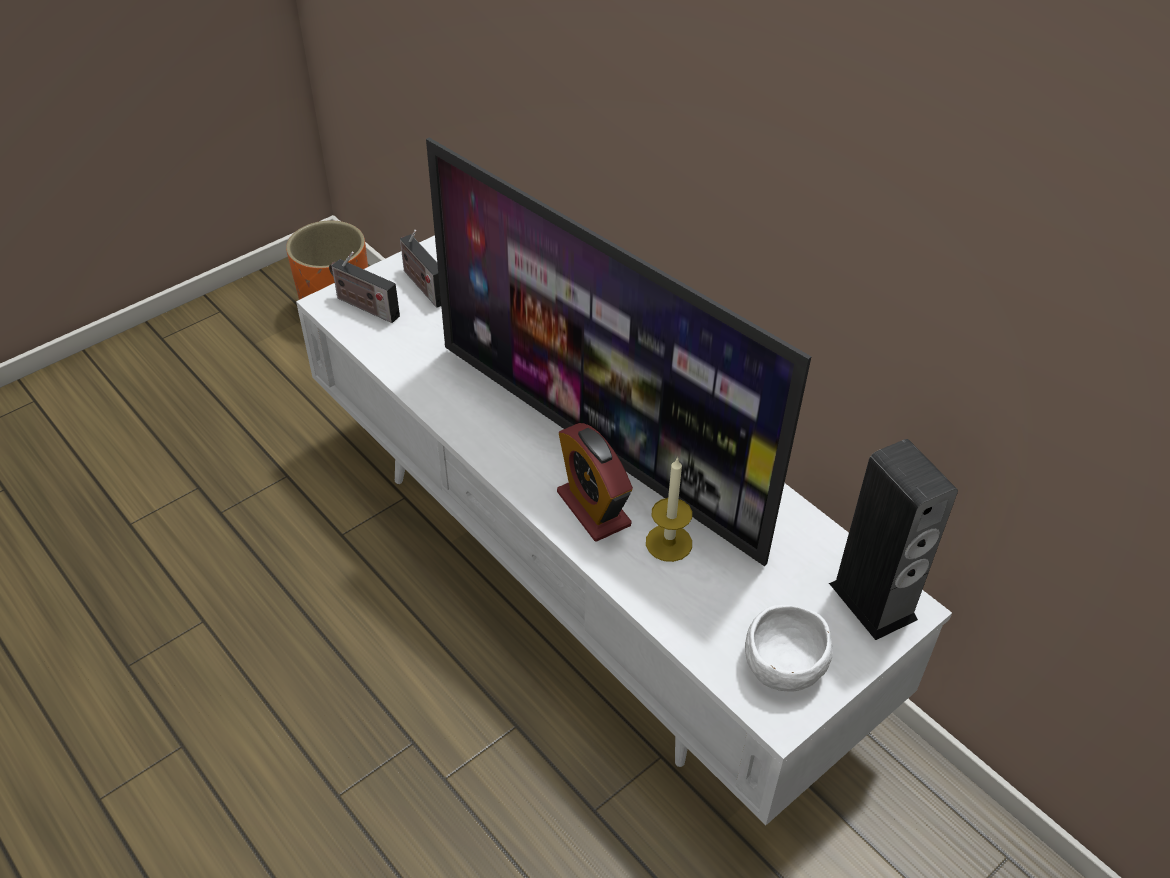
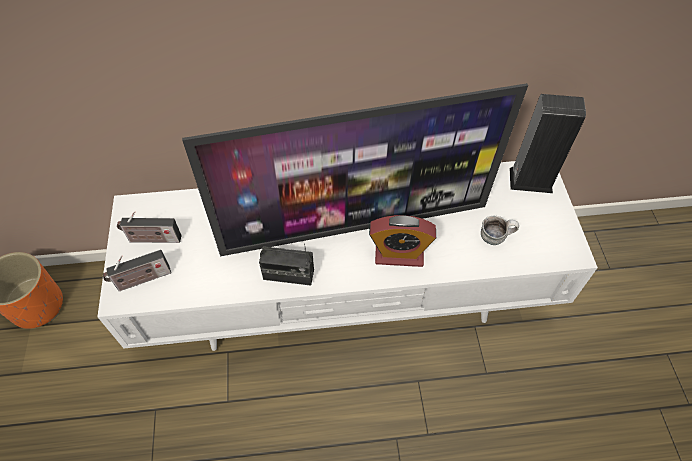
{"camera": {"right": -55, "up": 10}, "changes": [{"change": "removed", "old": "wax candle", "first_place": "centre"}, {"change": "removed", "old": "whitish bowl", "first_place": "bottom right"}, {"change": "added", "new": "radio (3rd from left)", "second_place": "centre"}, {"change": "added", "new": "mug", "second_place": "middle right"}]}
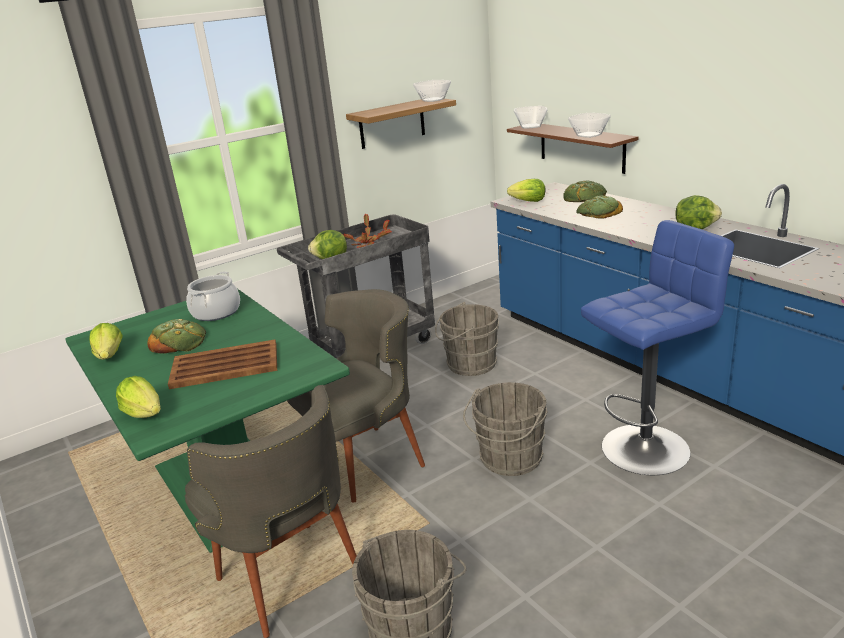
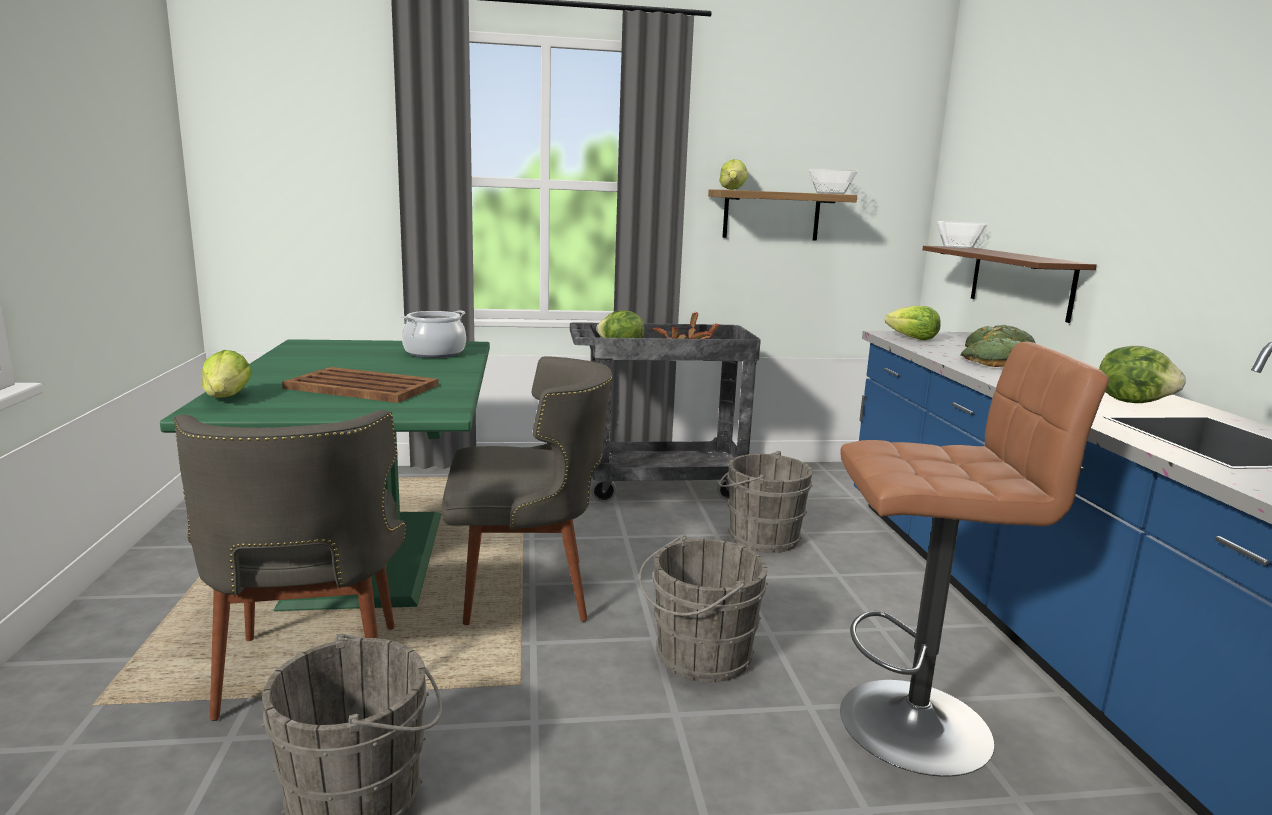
{"camera": {"right": 25, "up": -10}, "changes": [{"change": "moved", "old": "lettuce head (1st from left in the first image)", "new": "lettuce head (3rd from left)", "first_place": "middle left", "second_place": "top centre"}, {"change": "removed", "old": "bakery bread (1st from left)", "first_place": "middle left"}, {"change": "removed", "old": "bowl (3rd from left)", "first_place": "top right"}, {"change": "recoloured", "old": "blue stool", "new": "brownish stool", "first_place": "middle right", "second_place": "bottom right"}]}
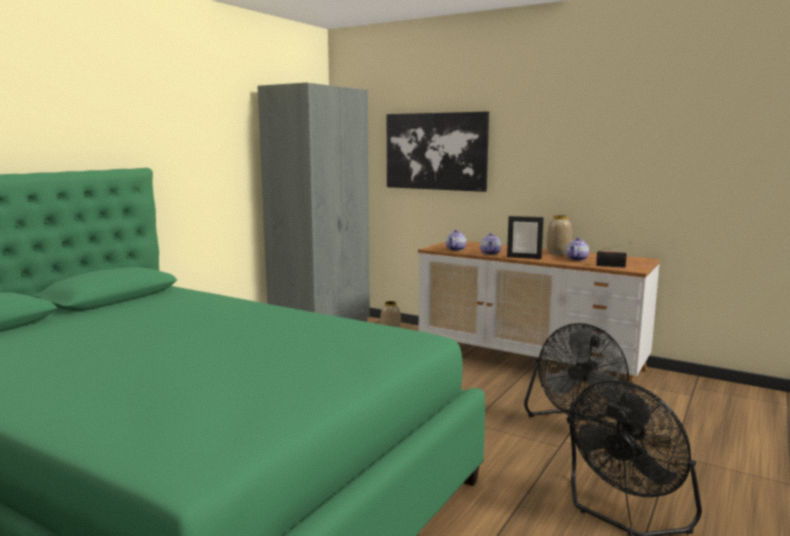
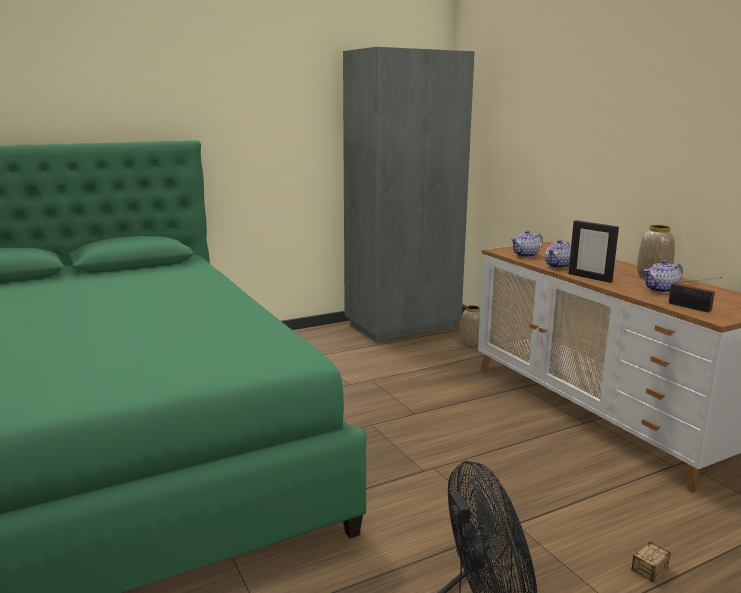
{"camera": {"right": 30, "up": 5}, "changes": [{"change": "removed", "old": "picture", "first_place": "top centre"}, {"change": "removed", "old": "black electric fan (1st from left)", "first_place": "bottom right"}]}
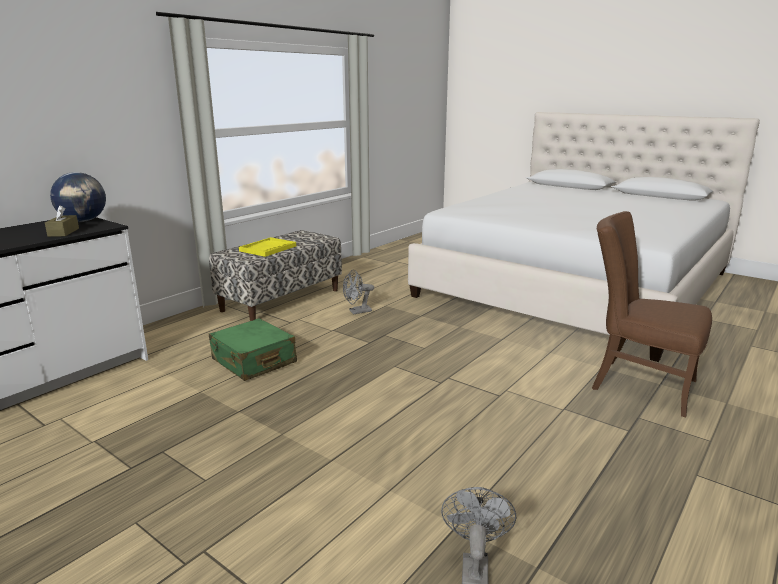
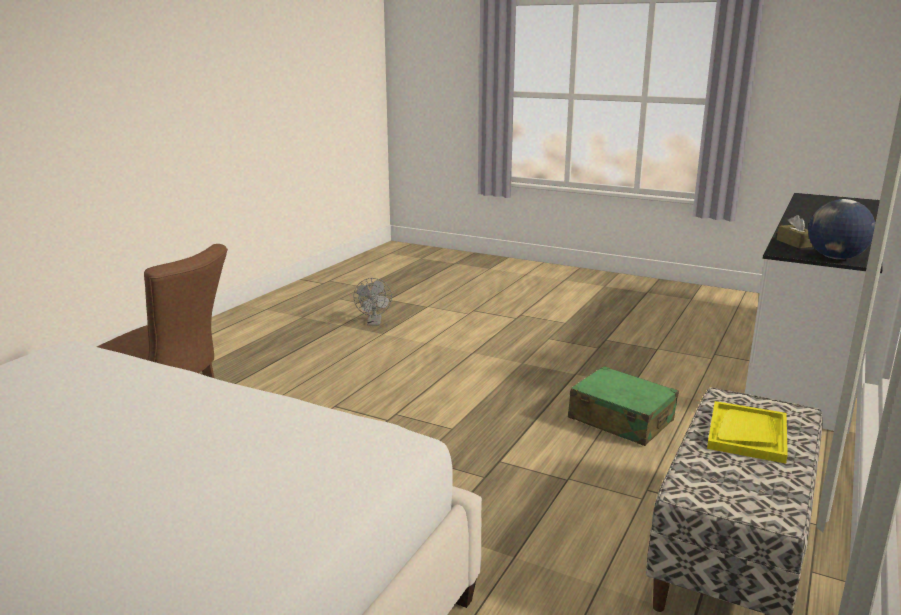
{"camera": {"right": 170, "up": 0}, "changes": [{"change": "removed", "old": "grey electric fan (1st from left)", "first_place": "centre"}]}
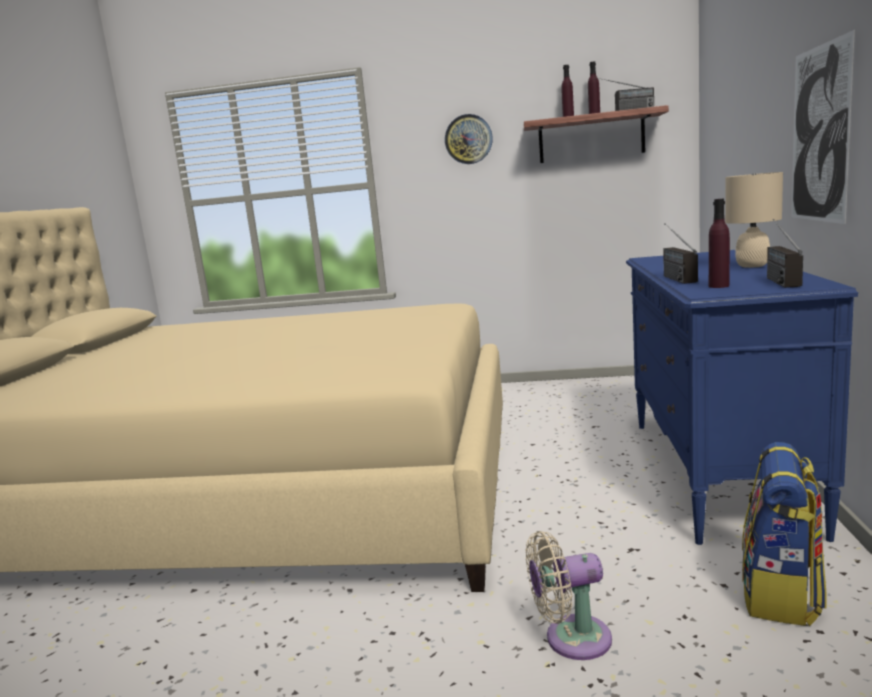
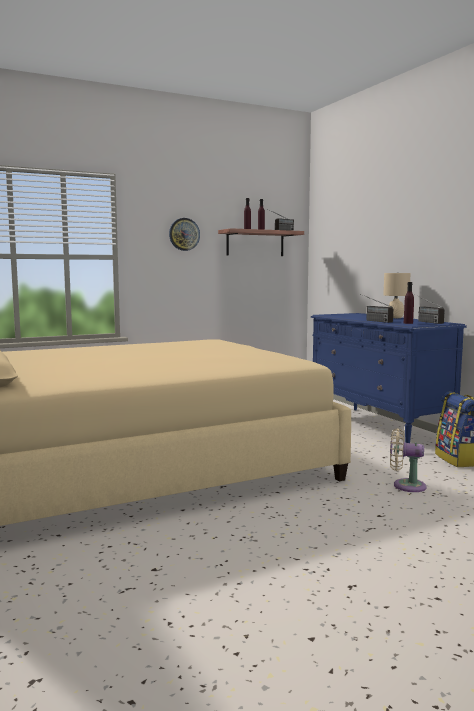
{"camera": {"right": -35, "up": -5}, "changes": [{"change": "turned", "old": "beige electric fan", "first_place": "bottom centre", "second_place": "middle right", "degrees": 60}, {"change": "removed", "old": "picture", "first_place": "top right"}]}
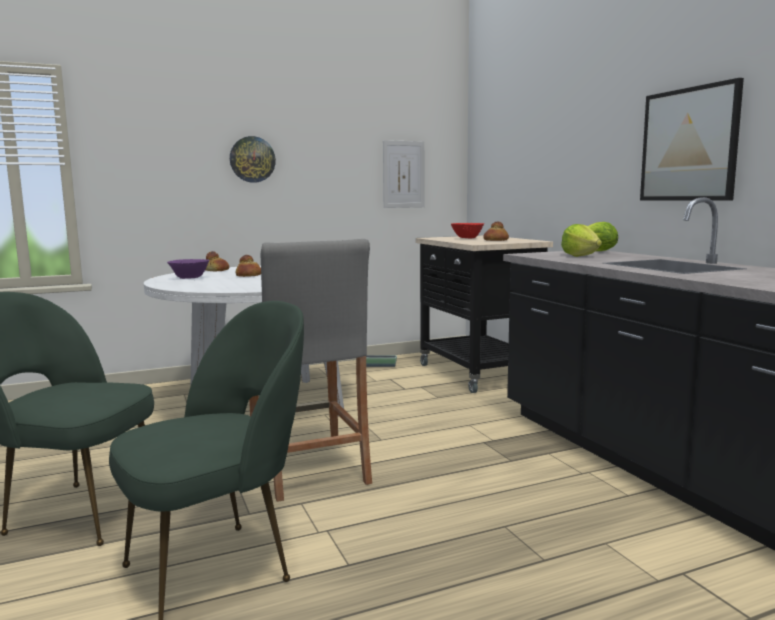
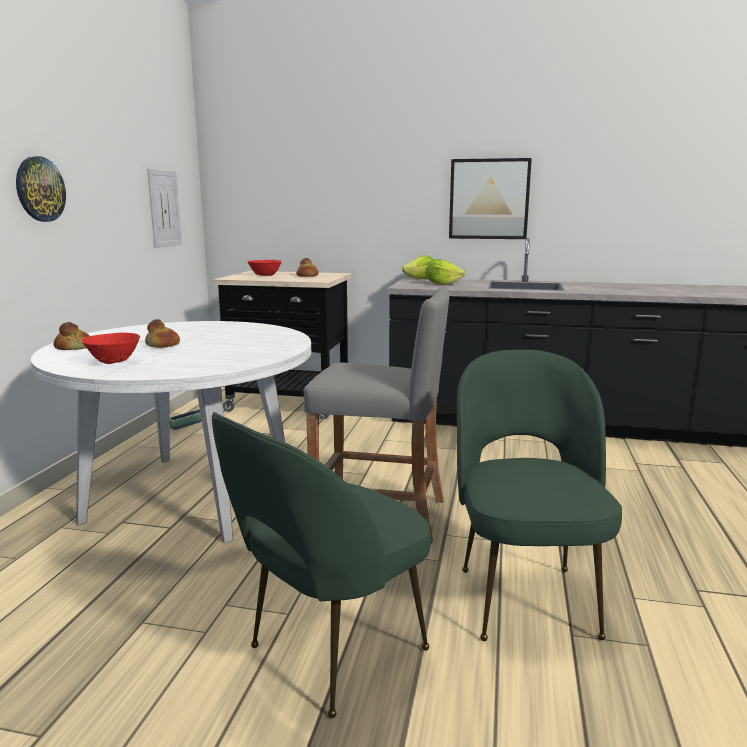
{"camera": {"right": -55, "up": 5}, "changes": [{"change": "recoloured", "old": "purple-coloured bowl", "new": "red-coloured bowl (1st from left)", "first_place": "middle left", "second_place": "middle left"}]}
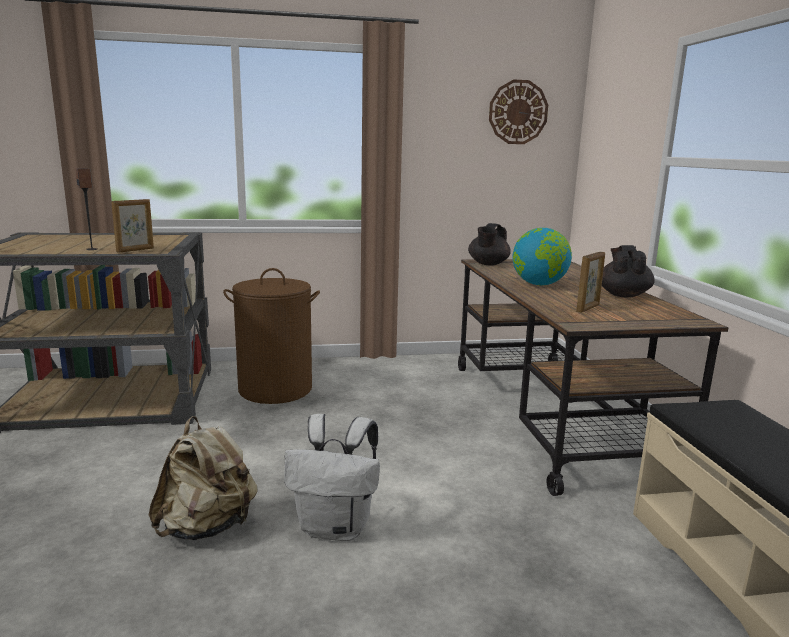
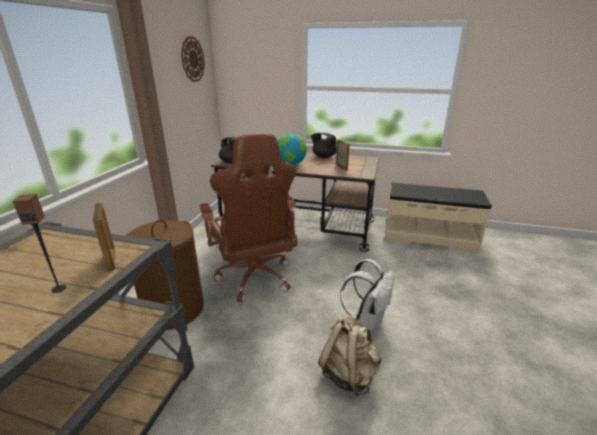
{"camera": {"right": -65, "up": 10}, "changes": [{"change": "added", "new": "brownish computer chair", "second_place": "centre"}]}
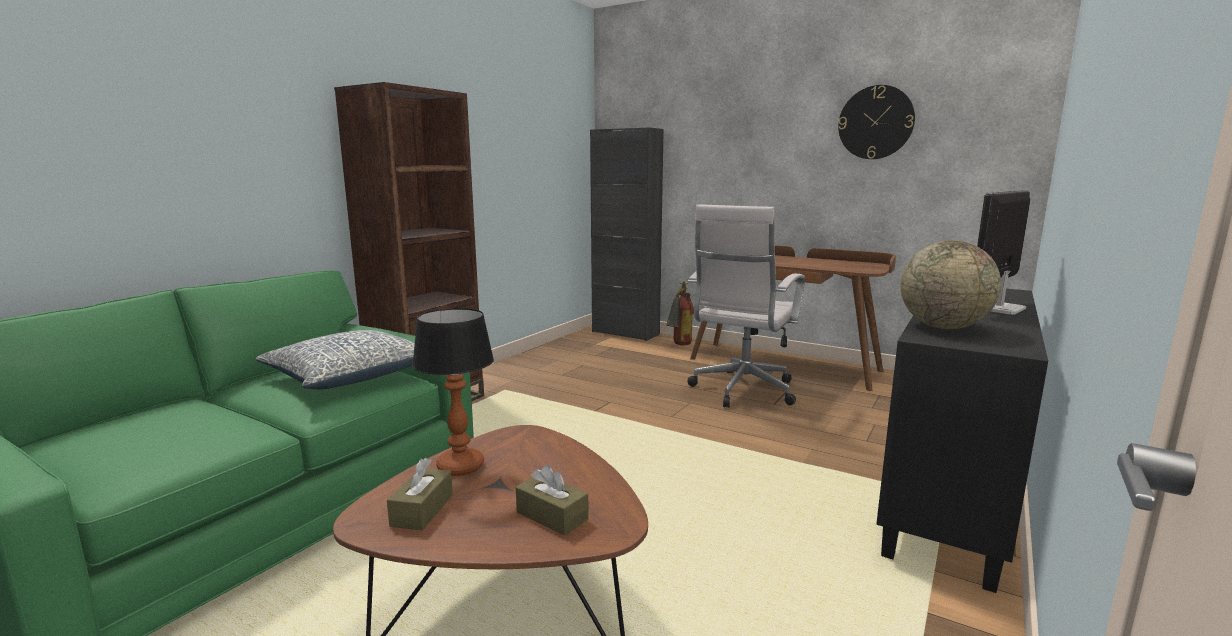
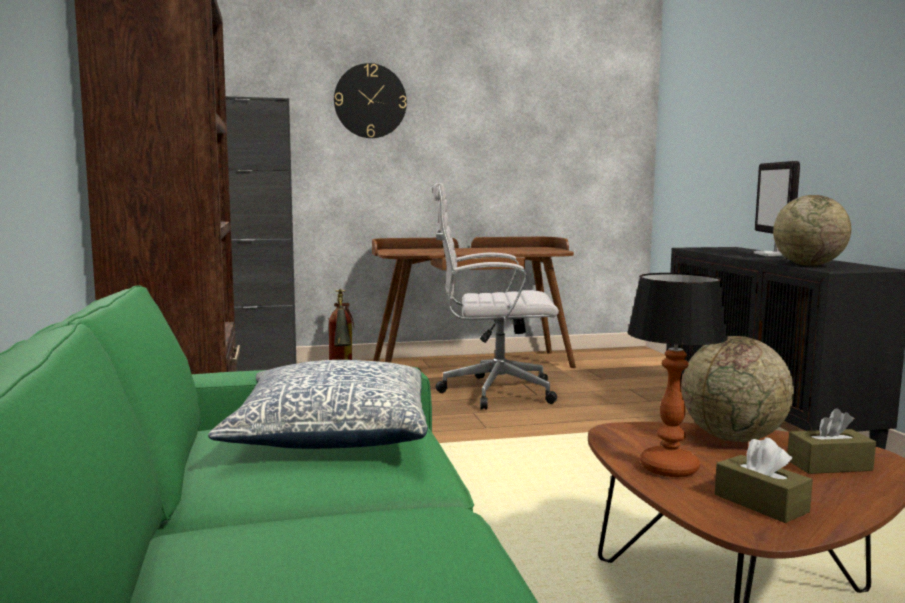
{"camera": {"right": -45, "up": -5}, "changes": [{"change": "turned", "old": "whitish computer chair", "first_place": "centre", "second_place": "centre", "degrees": 105}, {"change": "moved", "old": "clock on the wall", "first_place": "top right", "second_place": "top centre"}, {"change": "added", "new": "globe (1st from left)", "second_place": "middle right"}]}
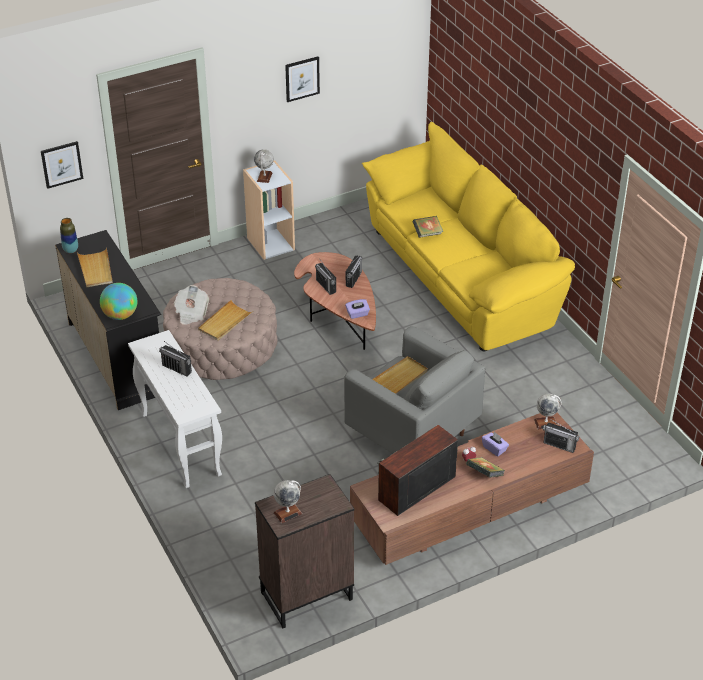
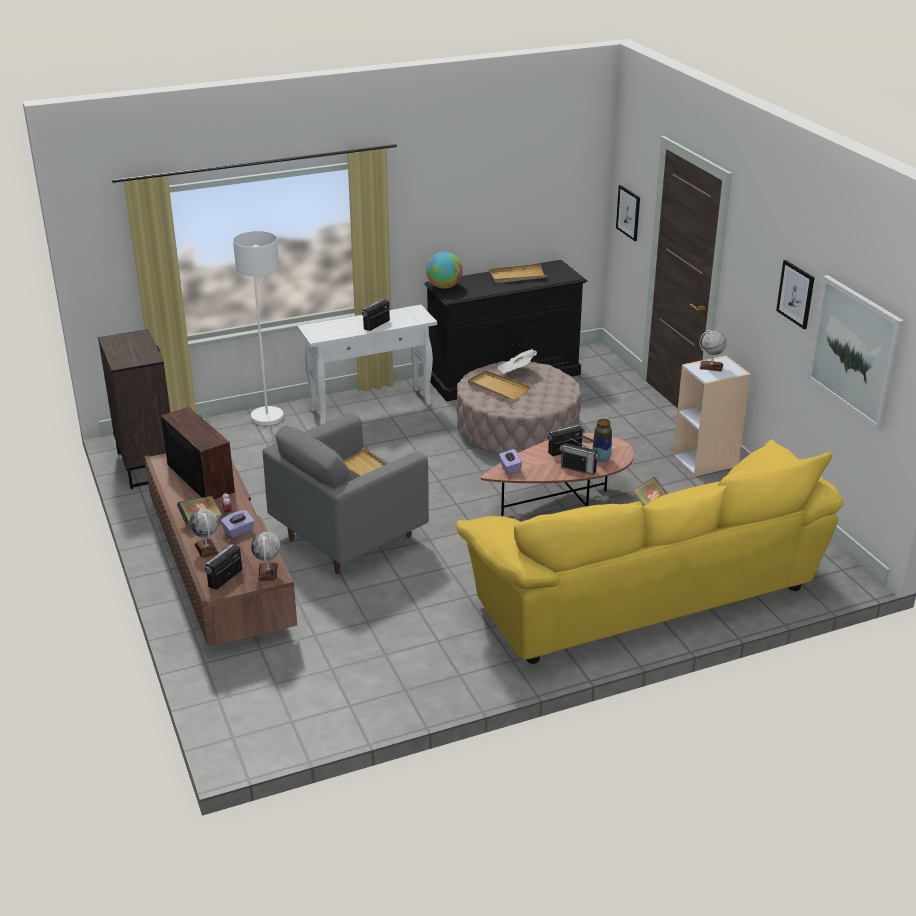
{"camera": {"right": 95, "up": -10}, "changes": [{"change": "moved", "old": "decorative vase", "first_place": "middle left", "second_place": "centre"}, {"change": "moved", "old": "globe (3rd from left in the first image)", "new": "globe (1st from left)", "first_place": "bottom centre", "second_place": "middle left"}, {"change": "added", "new": "whitish floor lamp", "second_place": "middle left"}, {"change": "added", "new": "picture (3rd from left)", "second_place": "middle right"}]}
